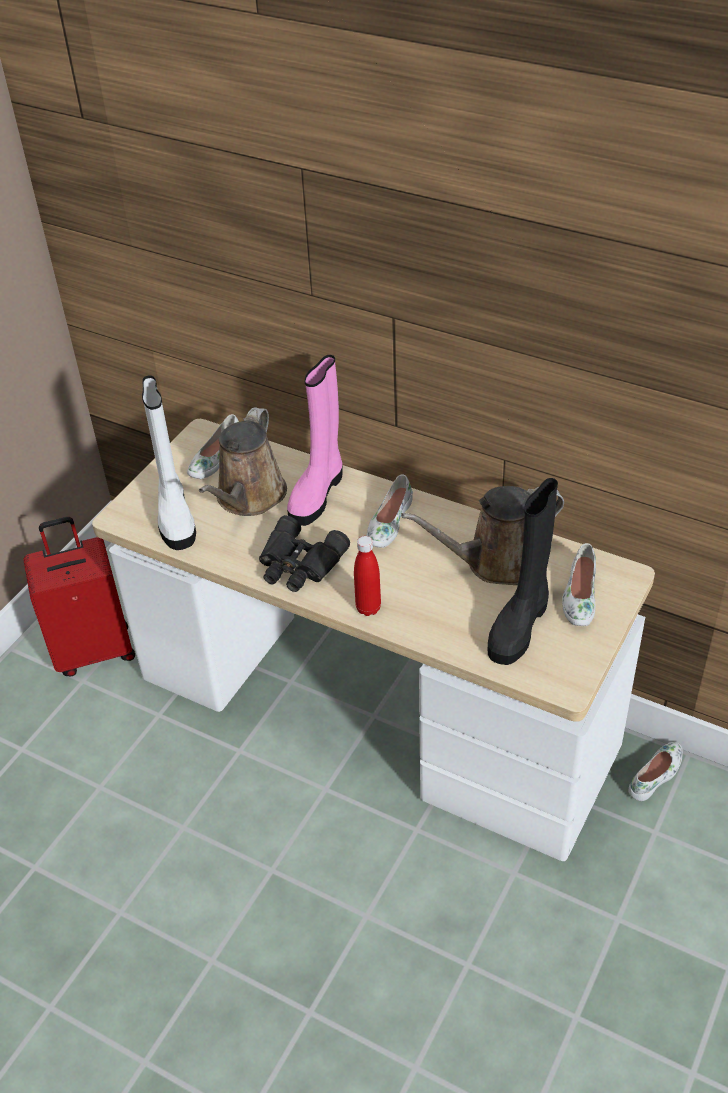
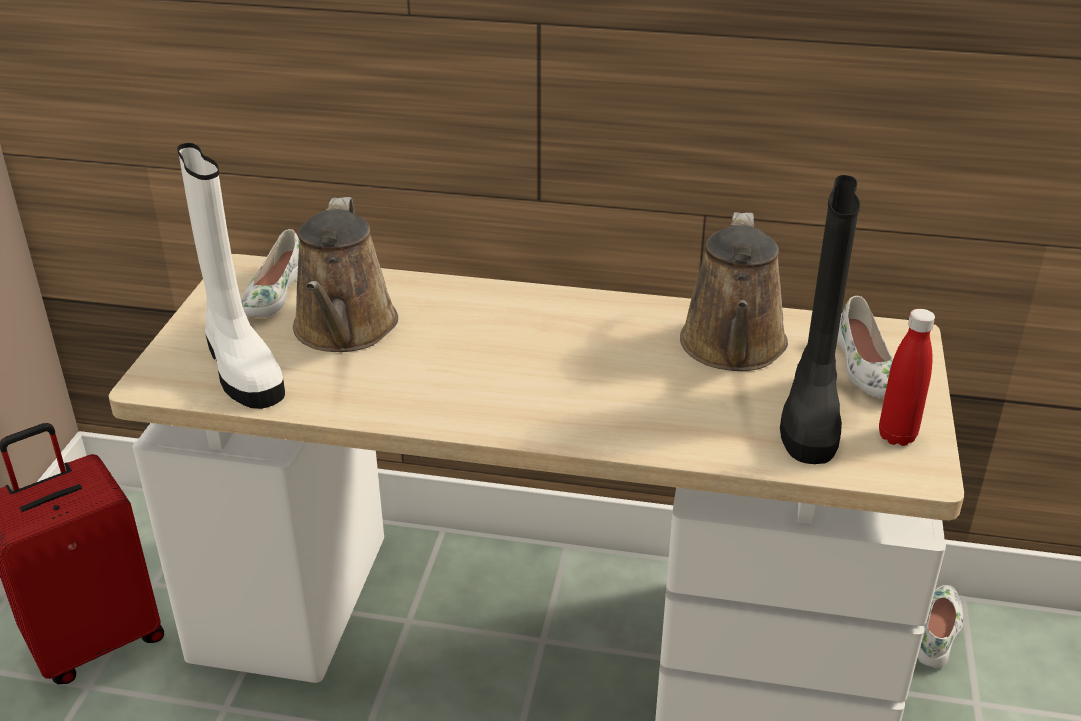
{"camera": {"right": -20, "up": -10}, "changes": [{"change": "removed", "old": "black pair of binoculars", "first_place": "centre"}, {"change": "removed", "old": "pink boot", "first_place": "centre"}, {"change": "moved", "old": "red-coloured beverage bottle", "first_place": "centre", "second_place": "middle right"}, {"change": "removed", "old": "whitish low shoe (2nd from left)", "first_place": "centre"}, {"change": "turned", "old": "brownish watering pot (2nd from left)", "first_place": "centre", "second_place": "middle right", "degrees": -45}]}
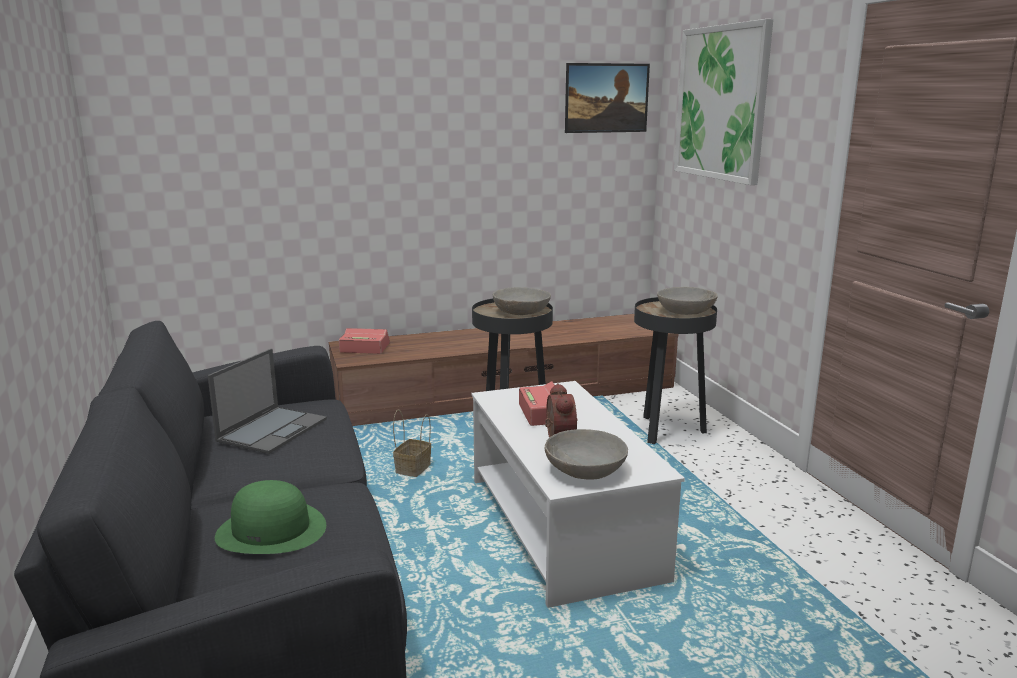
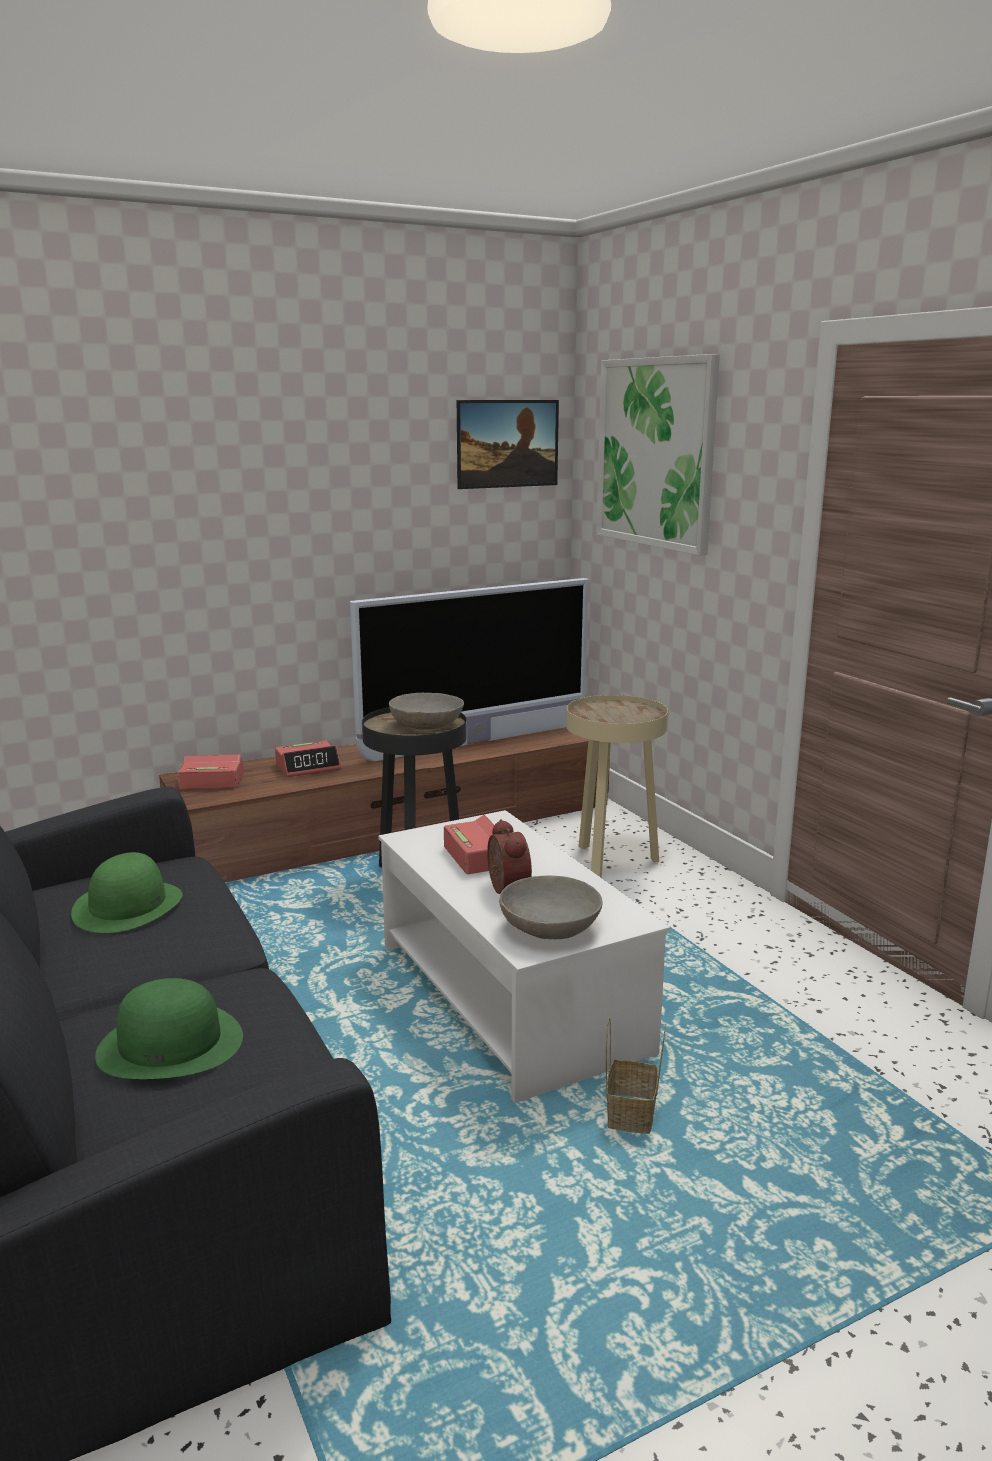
{"camera": {"right": -10, "up": 0}, "changes": [{"change": "replaced", "old": "laptop", "new": "greenish hat (1st from left)", "first_place": "middle left", "second_place": "middle left"}, {"change": "moved", "old": "basket", "first_place": "centre", "second_place": "bottom centre"}, {"change": "recoloured", "old": "black end table (2nd from left)", "new": "beige end table", "first_place": "centre", "second_place": "centre"}, {"change": "removed", "old": "grey bowl (3rd from left)", "first_place": "middle right"}, {"change": "added", "new": "table clock (2nd from left)", "second_place": "middle left"}, {"change": "added", "new": "TV set", "second_place": "centre"}]}
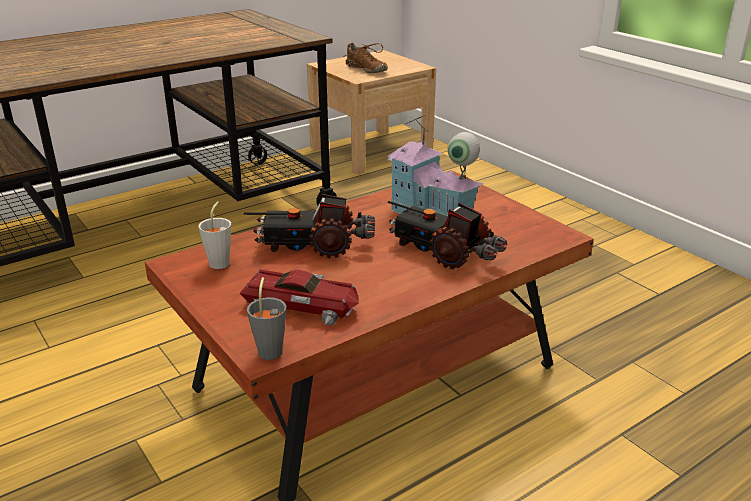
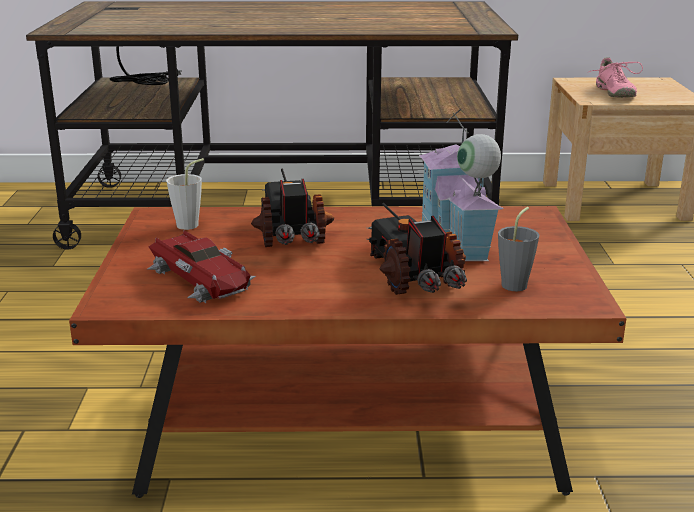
{"camera": {"right": 35, "up": -5}, "changes": [{"change": "turned", "old": "toy truck (1st from left)", "first_place": "centre", "second_place": "centre", "degrees": 45}, {"change": "moved", "old": "grey small cup (2nd from left)", "first_place": "centre", "second_place": "middle right"}, {"change": "recoloured", "old": "brownish low shoe", "new": "pink low shoe", "first_place": "top centre", "second_place": "top right"}]}
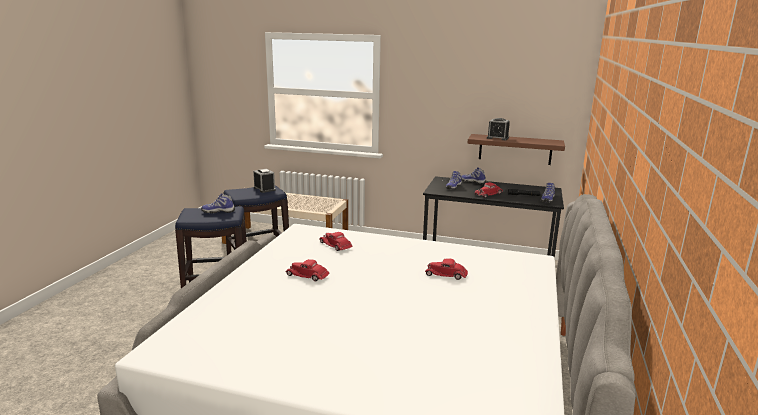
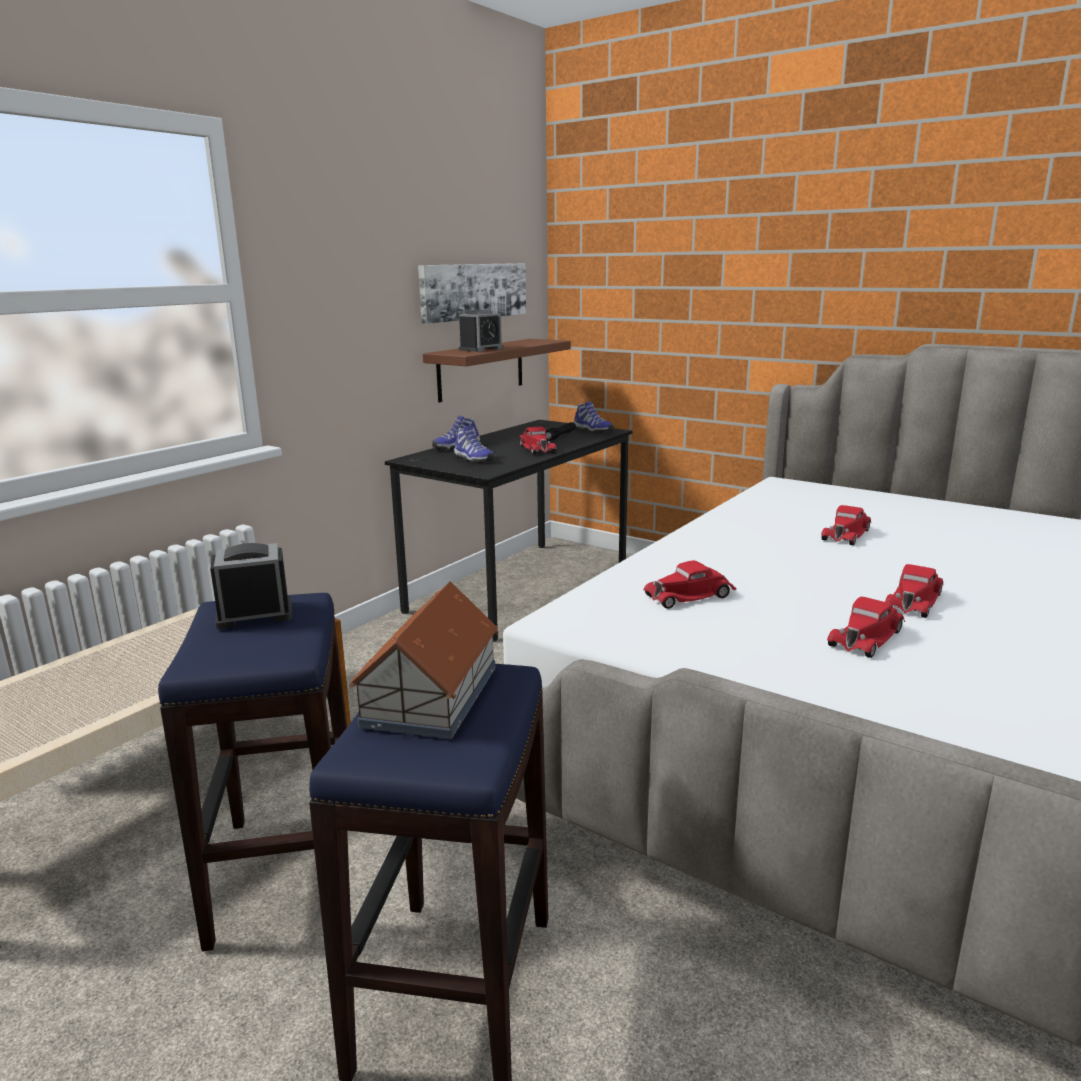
{"camera": {"right": -70, "up": 0}, "changes": [{"change": "replaced", "old": "low shoe (1st from left)", "new": "model house", "first_place": "middle left", "second_place": "centre"}, {"change": "added", "new": "picture", "second_place": "top centre"}, {"change": "added", "new": "red-coloured miniature car (5th from left)", "second_place": "middle right"}]}
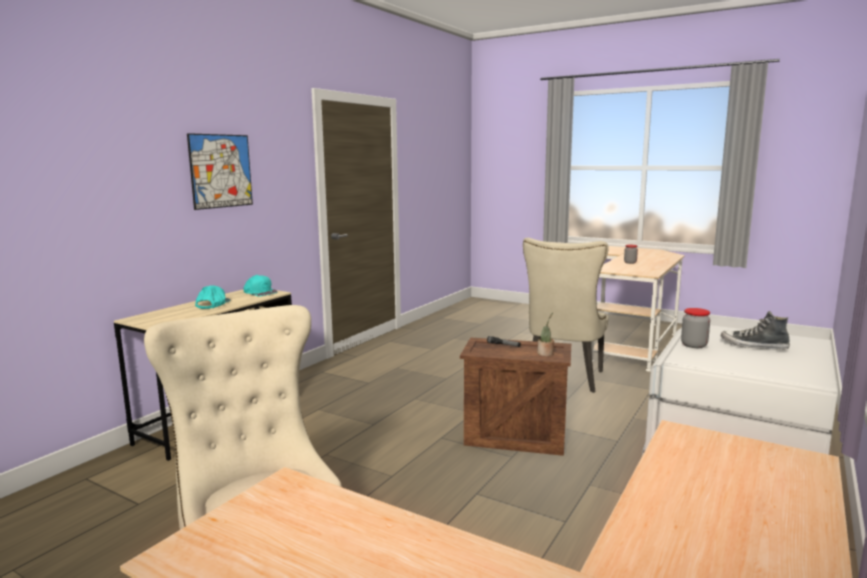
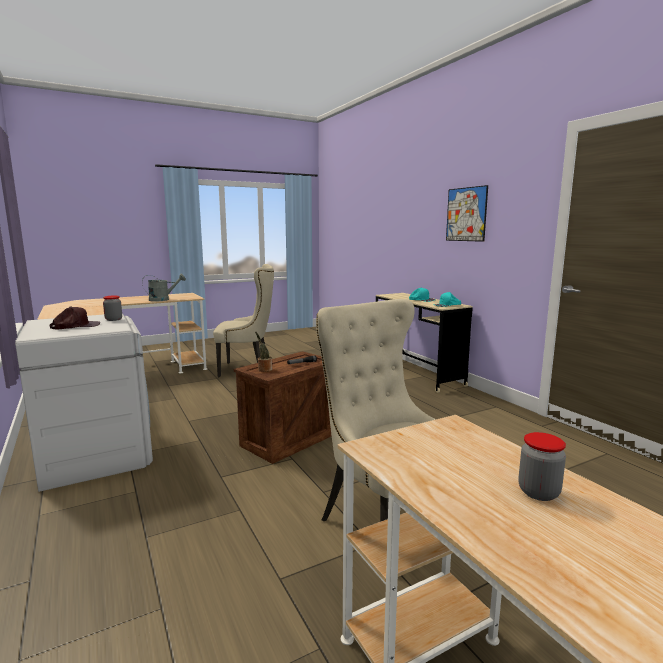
{"camera": {"right": 120, "up": 0}, "changes": [{"change": "replaced", "old": "low shoe", "new": "brownish baseball cap", "first_place": "middle right", "second_place": "middle left"}, {"change": "added", "new": "grey watering pot", "second_place": "middle left"}]}
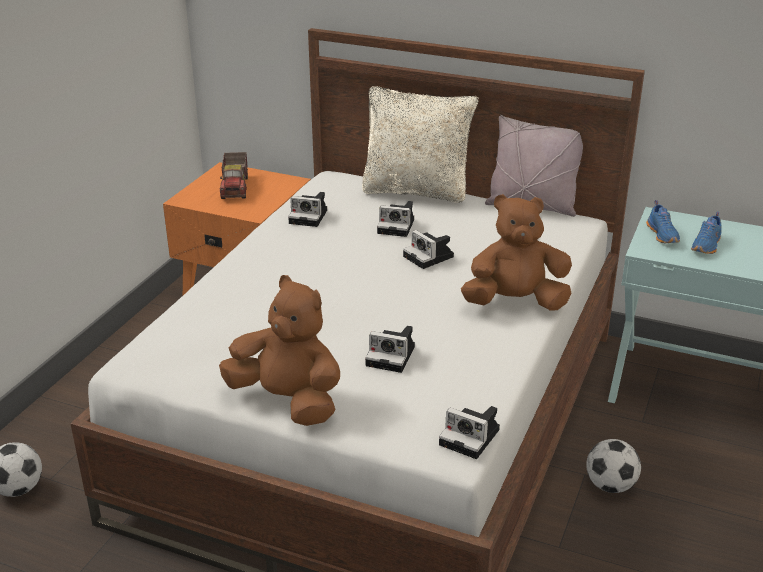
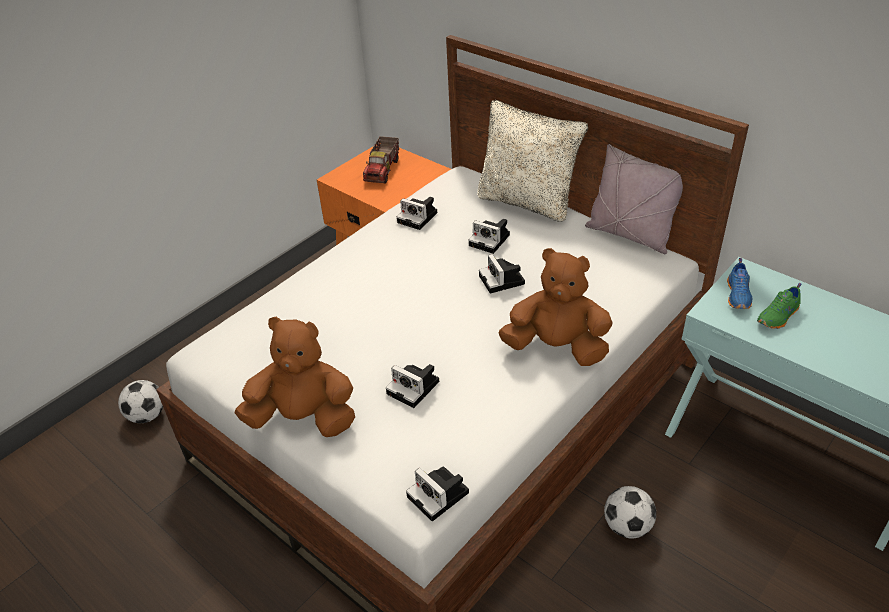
{"camera": {"right": 20, "up": 10}, "changes": [{"change": "turned", "old": "brownish soft toy (1st from left)", "first_place": "centre", "second_place": "middle left", "degrees": -45}, {"change": "recoloured", "old": "blue low shoe (2nd from left)", "new": "greenish low shoe", "first_place": "middle right", "second_place": "middle right"}]}
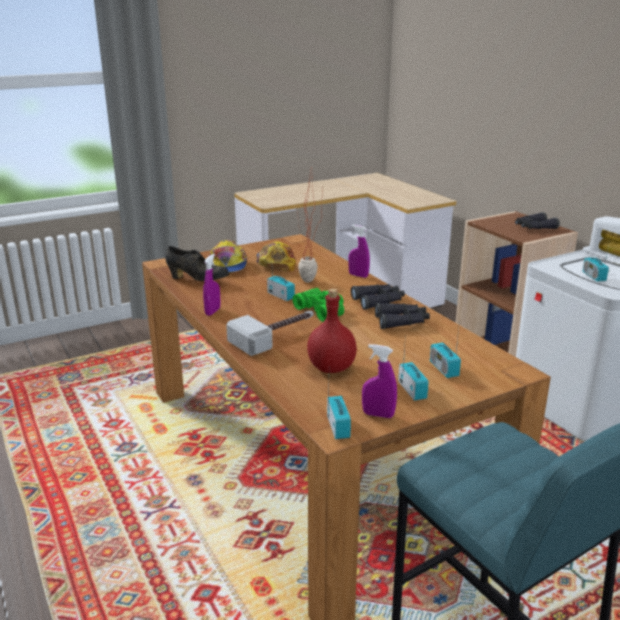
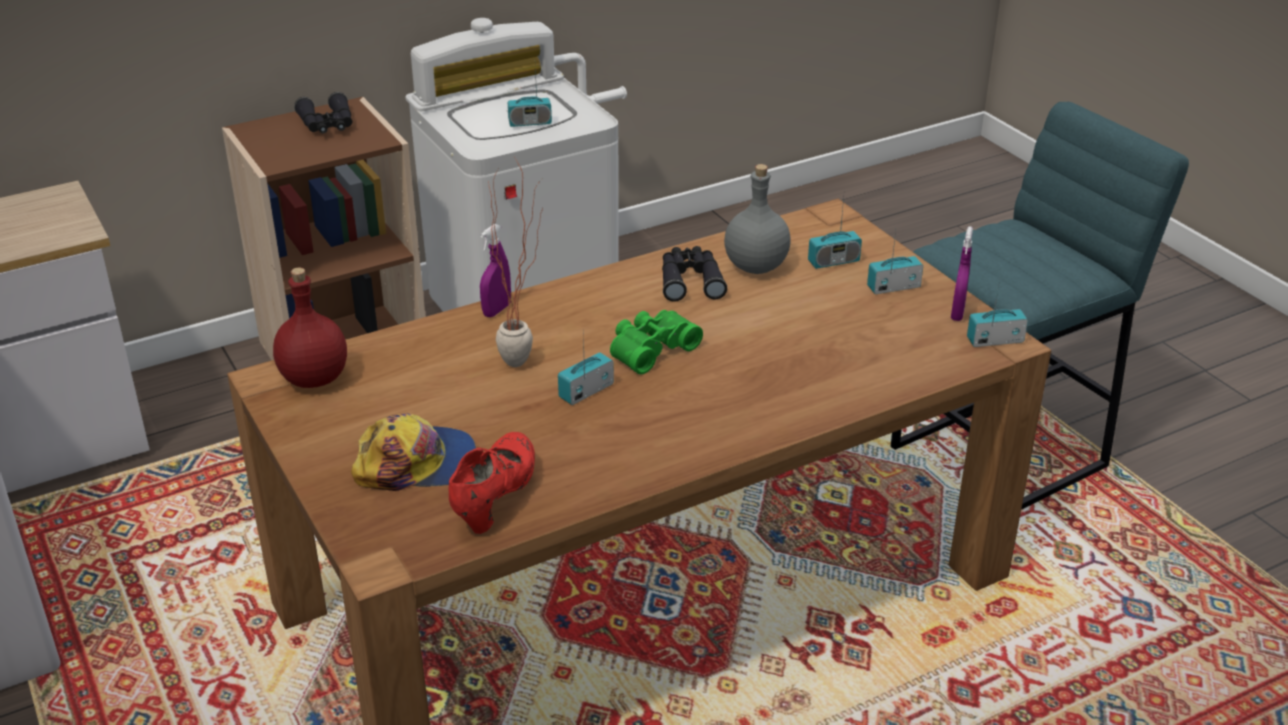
{"camera": {"right": -90, "up": 10}, "changes": [{"change": "recoloured", "old": "black low shoe", "new": "red-coloured low shoe", "first_place": "middle left", "second_place": "centre"}, {"change": "removed", "old": "purple-coloured hand sprayer (1st from left)", "first_place": "centre"}, {"change": "removed", "old": "hand hammer", "first_place": "centre"}, {"change": "removed", "old": "baseball cap (2nd from left)", "first_place": "centre"}, {"change": "moved", "old": "red-coloured beverage bottle", "first_place": "centre", "second_place": "middle left"}, {"change": "removed", "old": "black pair of binoculars (1st from left)", "first_place": "centre"}, {"change": "added", "new": "grey beverage bottle", "second_place": "top centre"}]}
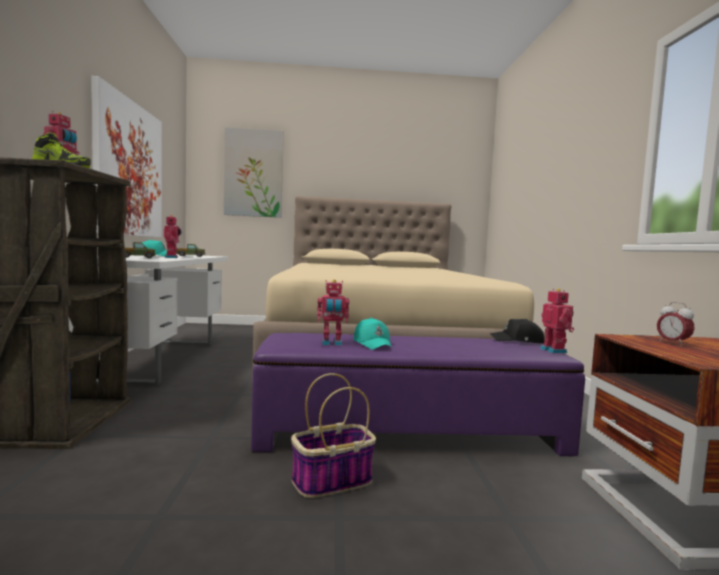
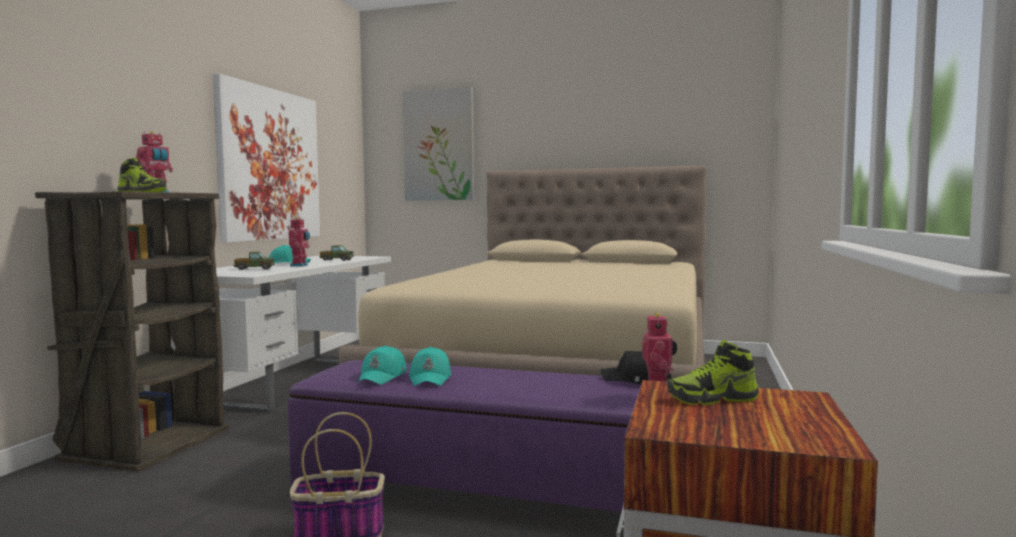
{"camera": {"right": 20, "up": 0}, "changes": [{"change": "replaced", "old": "robot figure (3rd from left)", "new": "turquoise-coloured baseball cap (2nd from left)", "first_place": "centre", "second_place": "bottom centre"}, {"change": "replaced", "old": "table clock", "new": "low shoe (2nd from left)", "first_place": "middle right", "second_place": "bottom right"}]}
